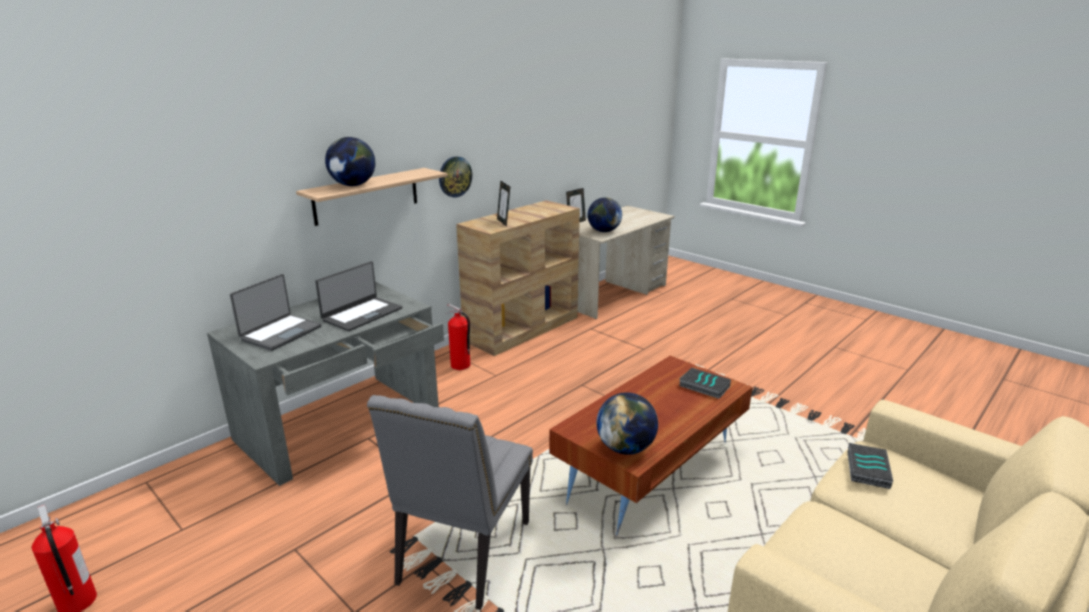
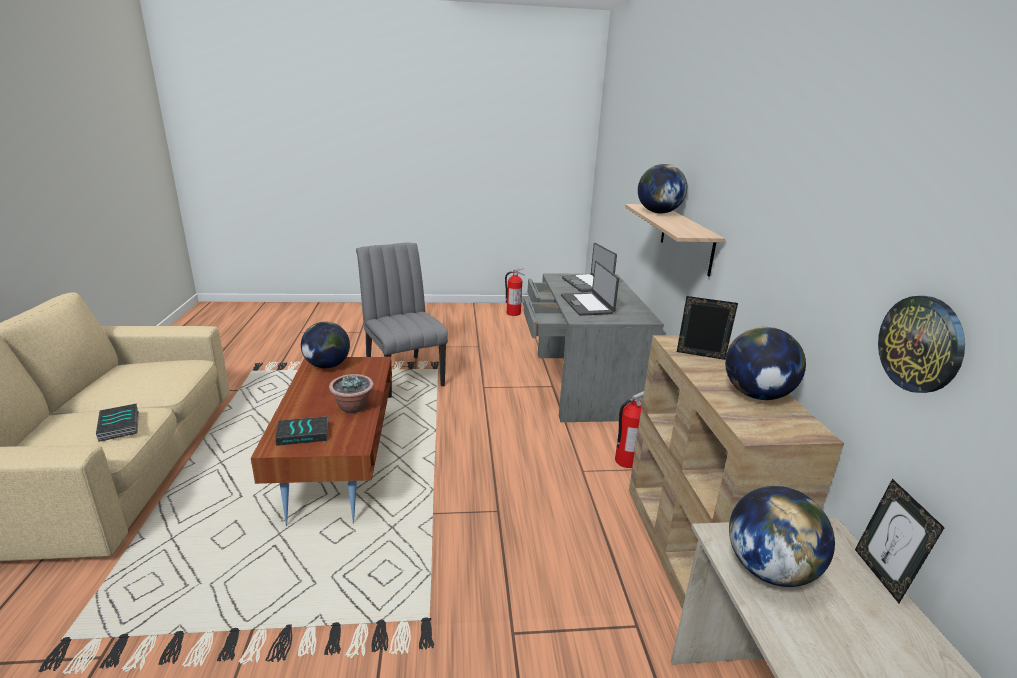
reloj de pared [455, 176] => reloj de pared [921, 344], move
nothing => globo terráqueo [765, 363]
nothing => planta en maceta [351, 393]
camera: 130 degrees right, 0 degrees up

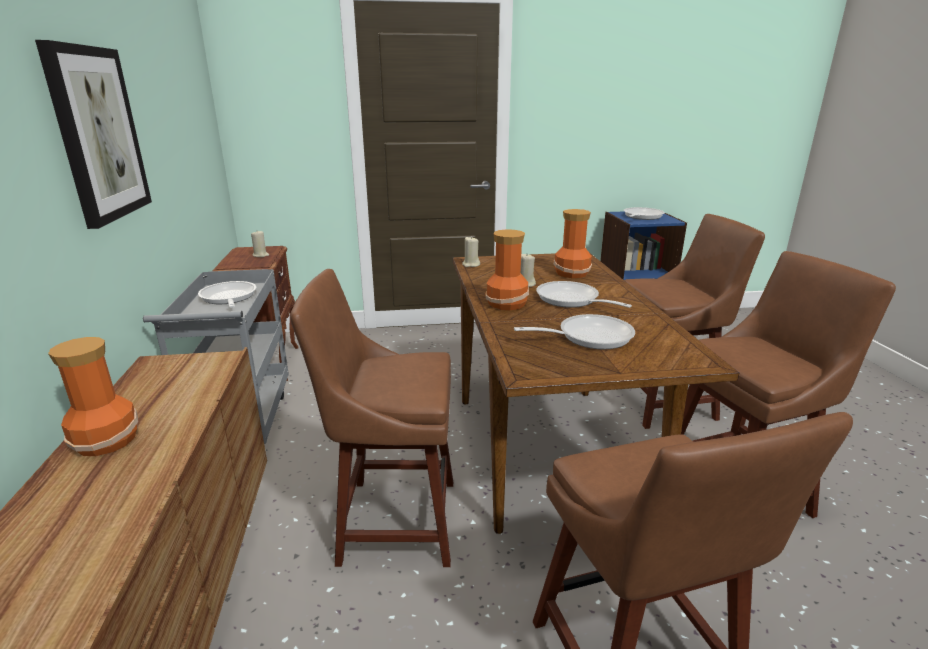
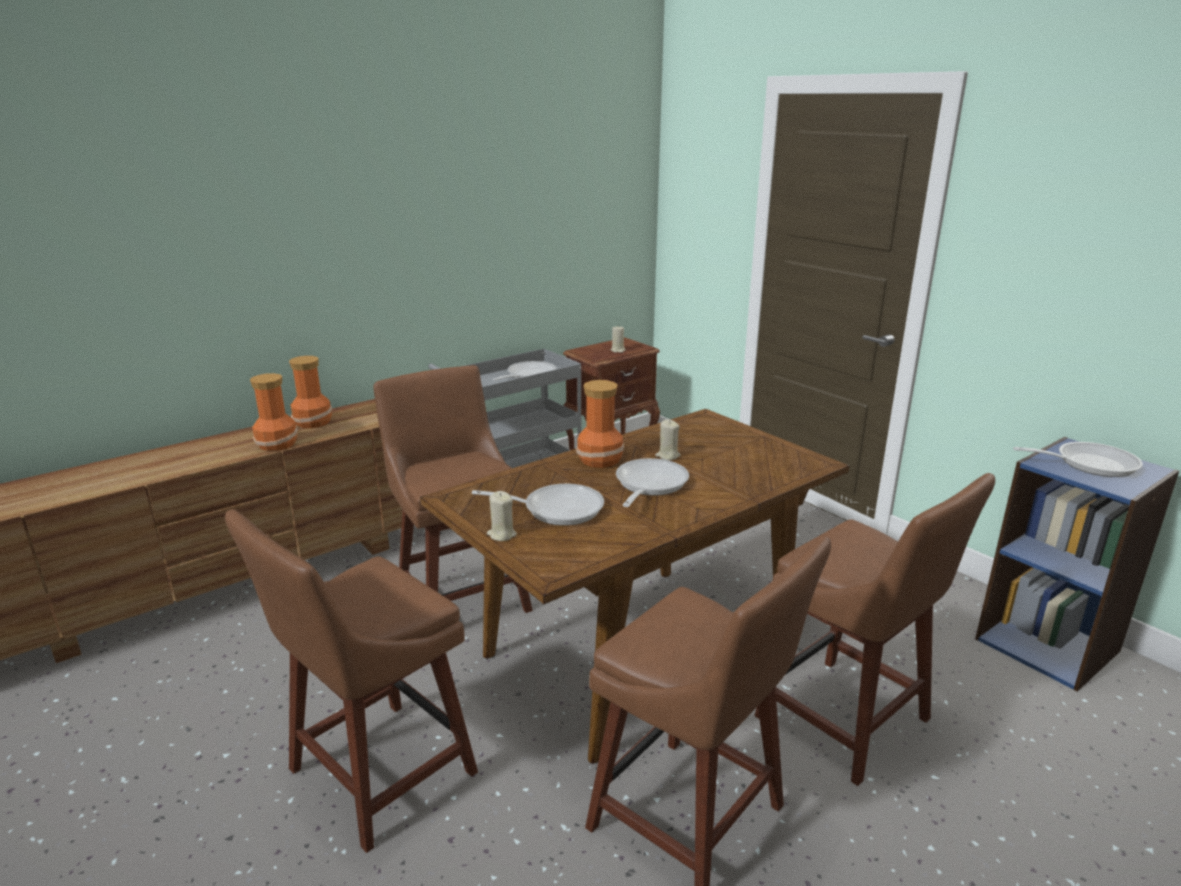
cuadro [93, 134] => nothing
florero [572, 243] => florero [274, 412], move
vela/beis [471, 251] => vela/beis [502, 516], move
sartén [574, 331] => sartén [538, 505], 45 degrees counterclockwise
camera: 60 degrees right, 0 degrees up

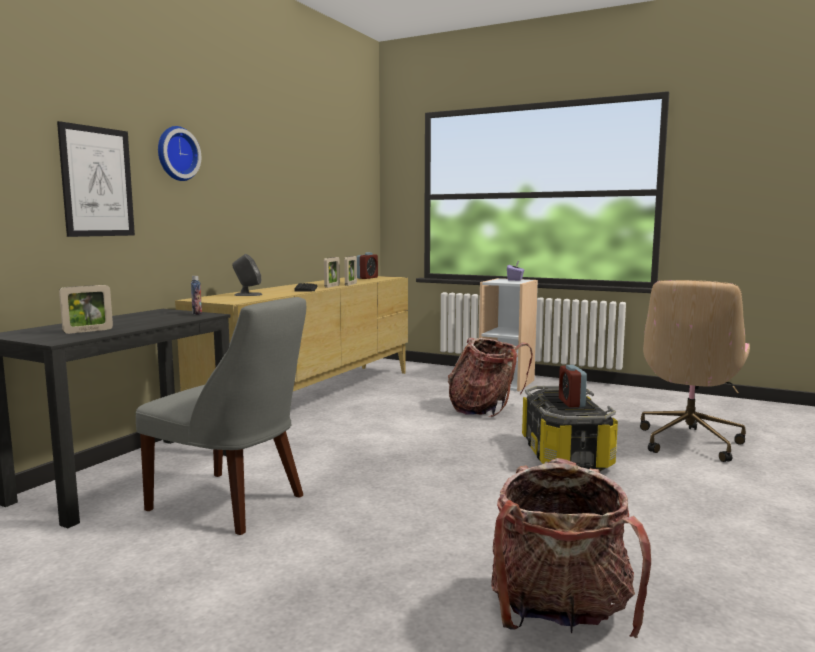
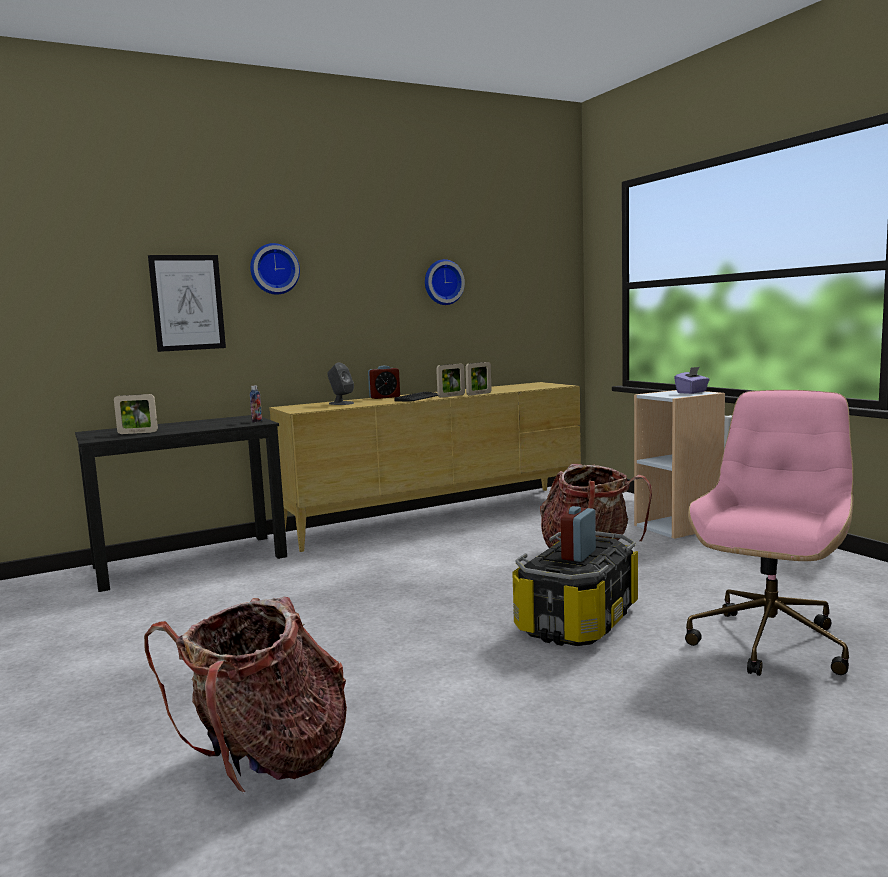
despertador [367, 265] => despertador [384, 382], move
silla de oficina/rosa [695, 371] => silla de oficina/rosa [769, 533], 150 degrees clockwise
silla/gris [221, 416] => nothing
nothing => reloj de pared [445, 282]
camera: 35 degrees right, 0 degrees up

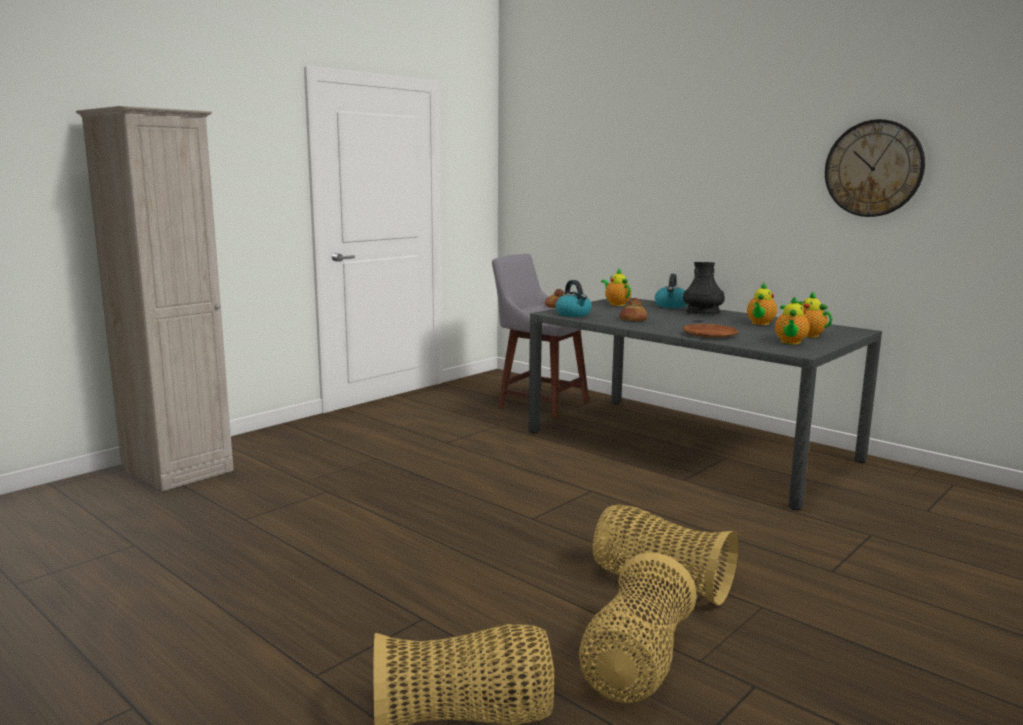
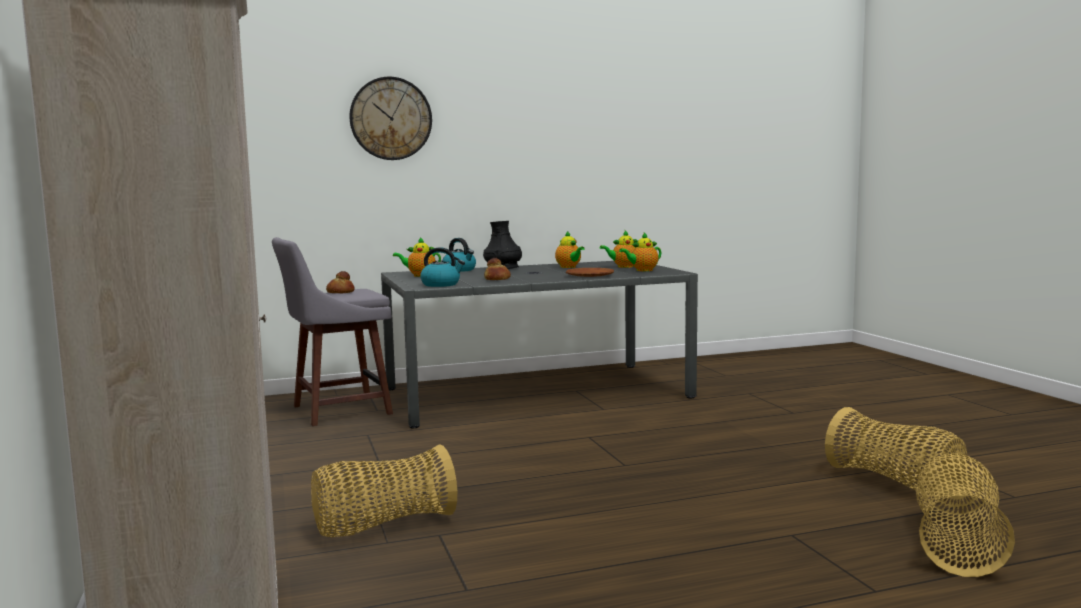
reloj de pared [875, 168] => reloj de pared [390, 118], move
tetera [792, 320] => tetera [640, 252], 105 degrees clockwise
cesta [665, 555] => cesta [384, 490], move
camera: 60 degrees left, 5 degrees down

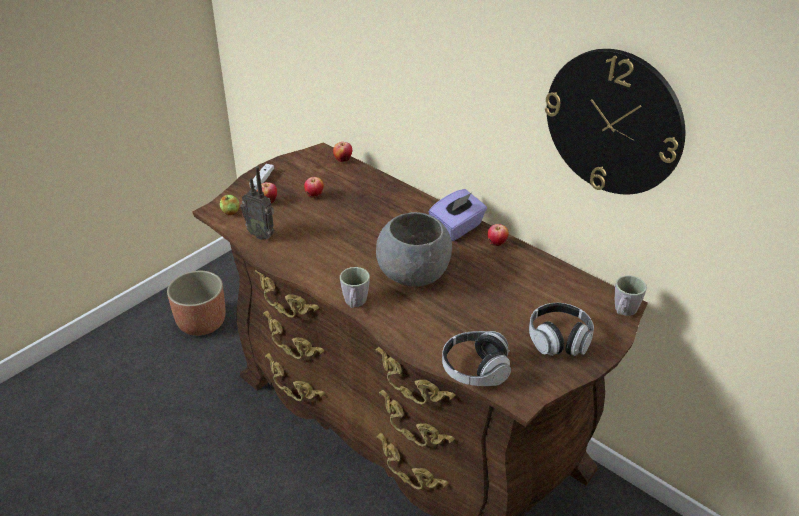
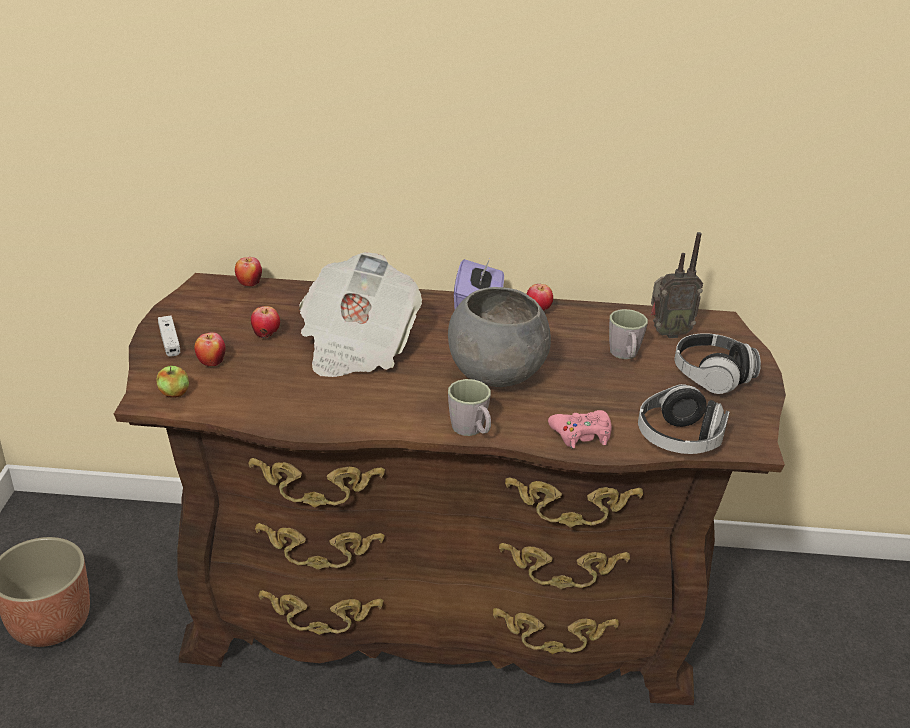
reloj de pared [615, 121] => nothing
radio [257, 203] => radio [677, 285], move
taza grande/gris [631, 295] => taza grande/gris [628, 334], move
nothing => periódico [360, 314]
nothing => mando de consola/rosa [580, 429]
camera: 40 degrees left, 5 degrees down

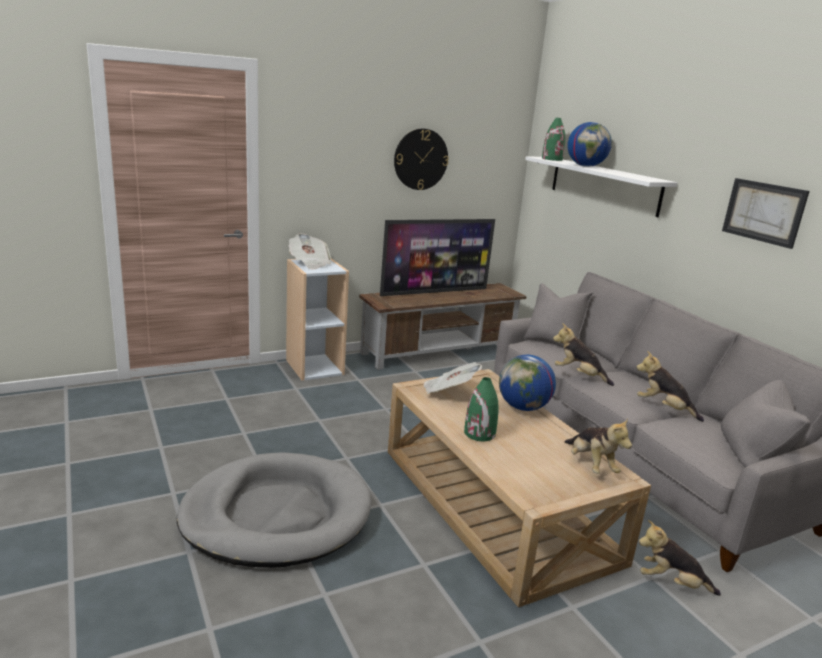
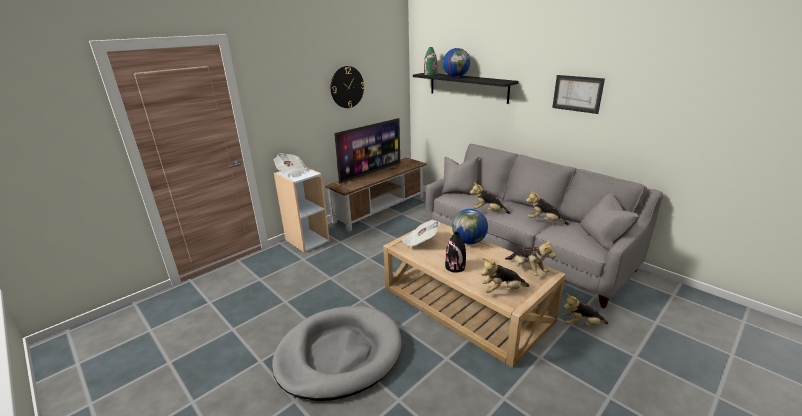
estante/blanco [601, 186] => estante/negro [465, 88]
florero/verde [481, 409] => florero/negro [455, 252]
nothing => peluche [505, 275]
camera: 15 degrees left, 5 degrees up

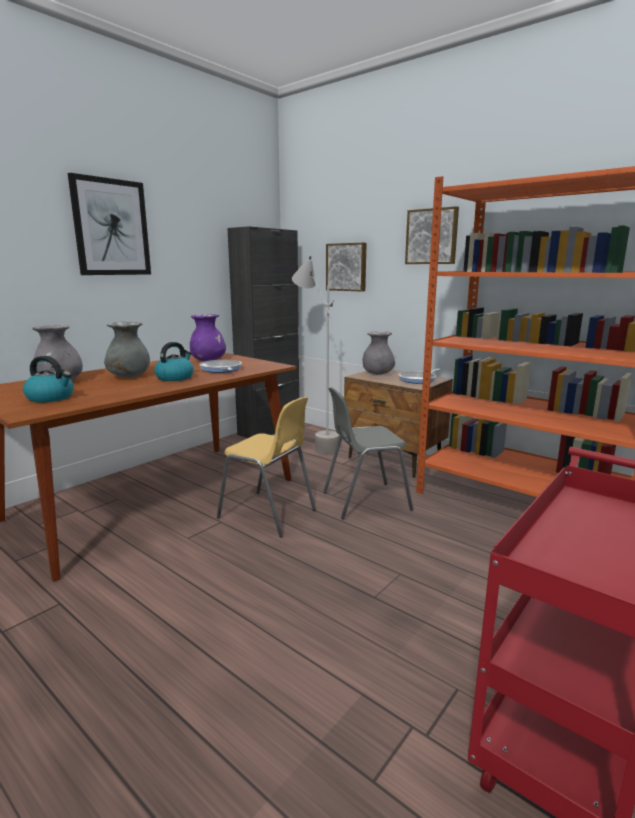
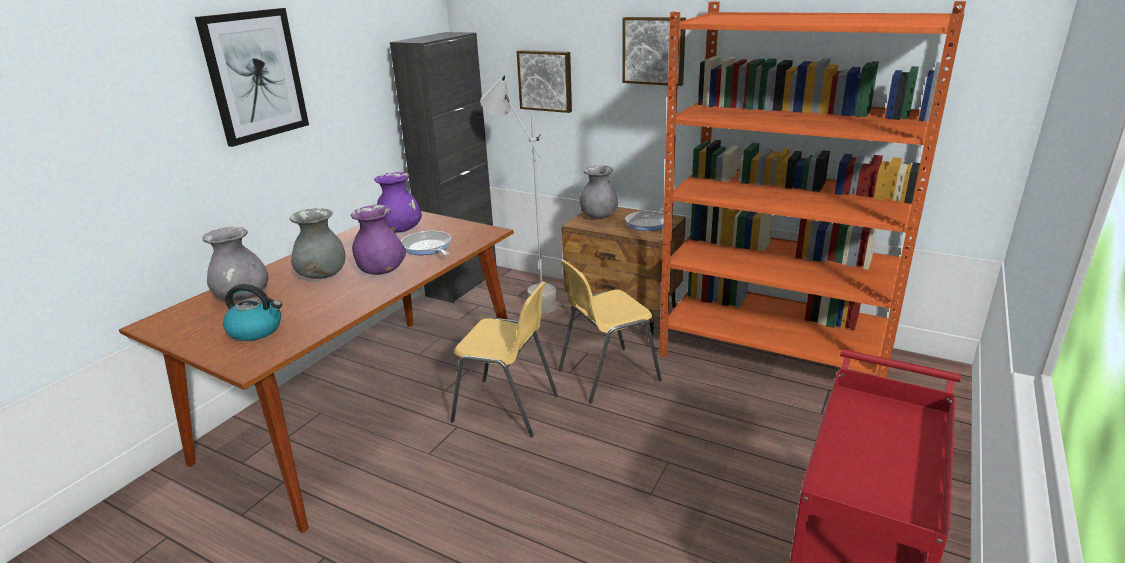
hervidor [174, 361] => florero/morado [378, 240]
silla/gris [368, 453] => silla/amarillo [610, 332]
camera: 10 degrees left, 10 degrees up

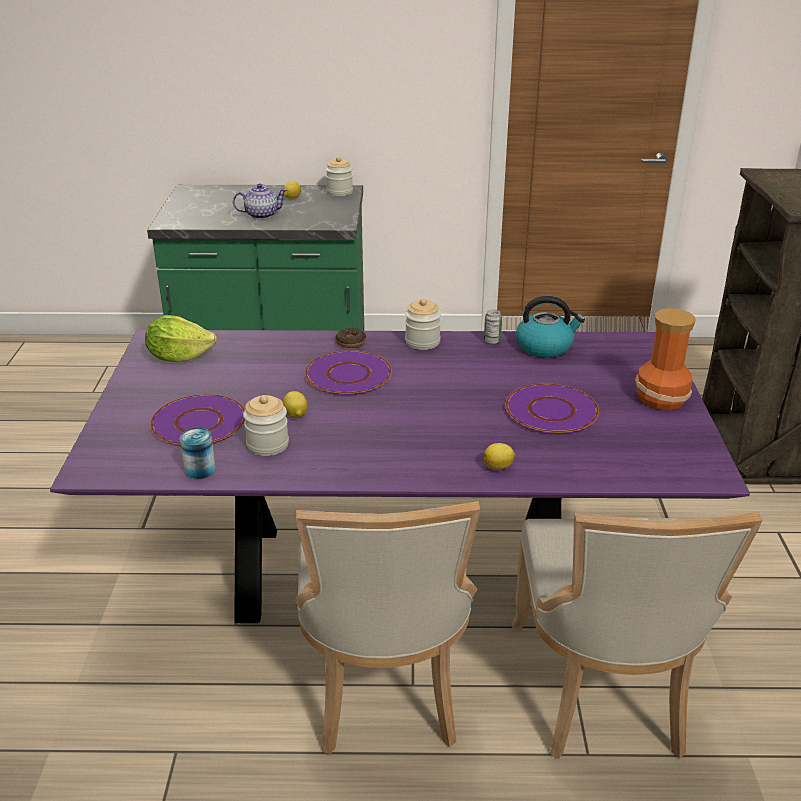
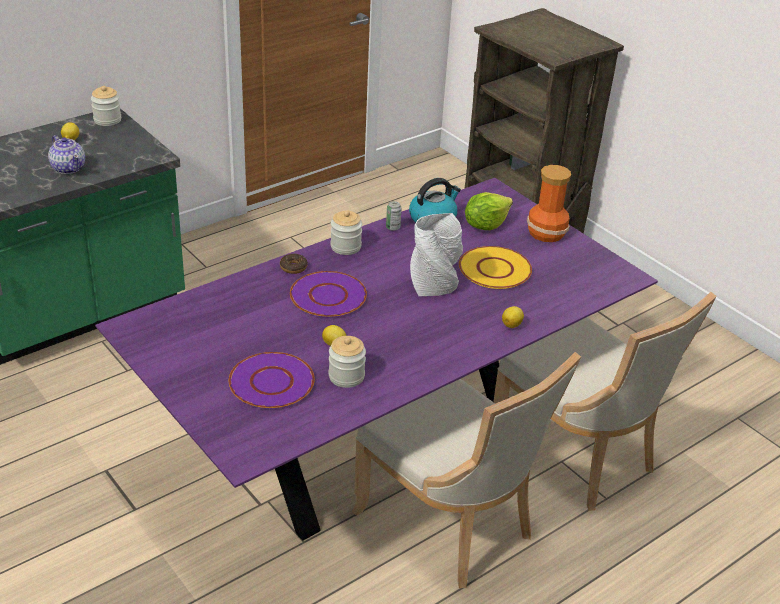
tetera [260, 201] => tetera [66, 154], 105 degrees clockwise
lechuga [181, 338] => lechuga [489, 211], move
plato/morado [552, 408] => plato/amarillo [495, 267]
lata [198, 453] => nothing
nothing => florero/gris [436, 254]
camera: 40 degrees left, 5 degrees up

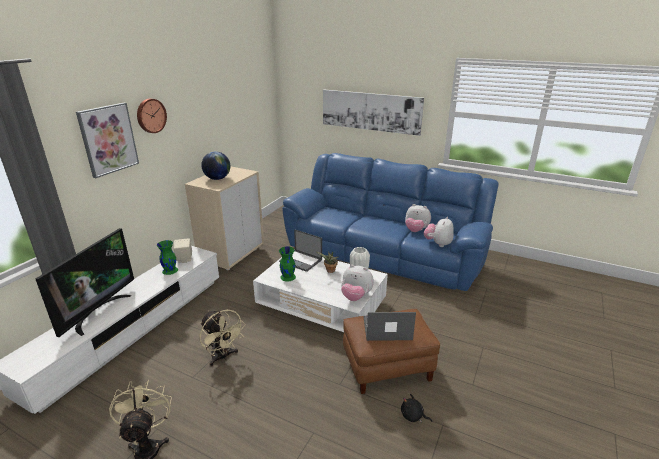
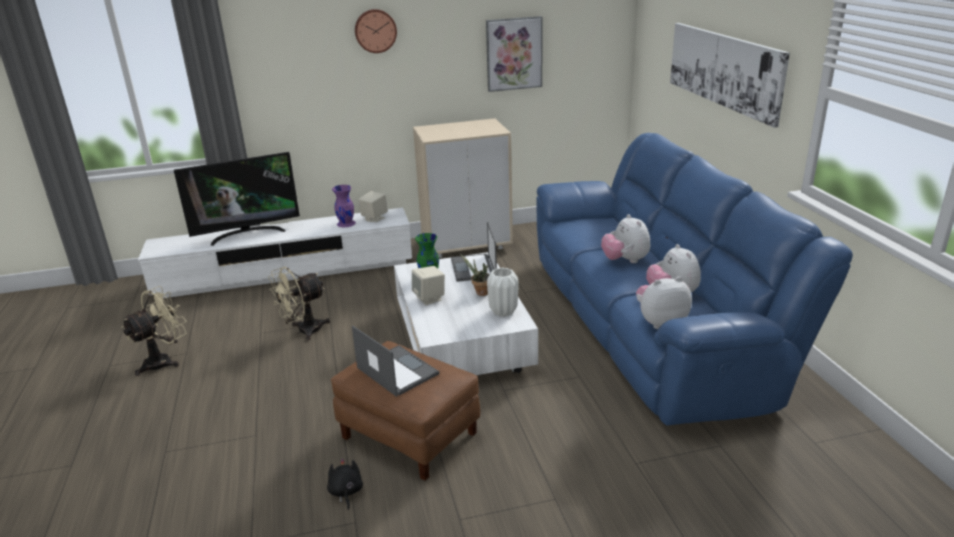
cuadro [107, 140] => cuadro [514, 54], move
globo terráqueo [215, 165] => nothing
florero/verde [167, 257] => florero/morado [344, 206]
peluche [357, 283] => peluche [625, 238], move
ventilador/beis [222, 338] => ventilador/beis [299, 303], 45 degrees clockwise
nothing => altavoz/beis [428, 285]
camera: 50 degrees right, 0 degrees up

